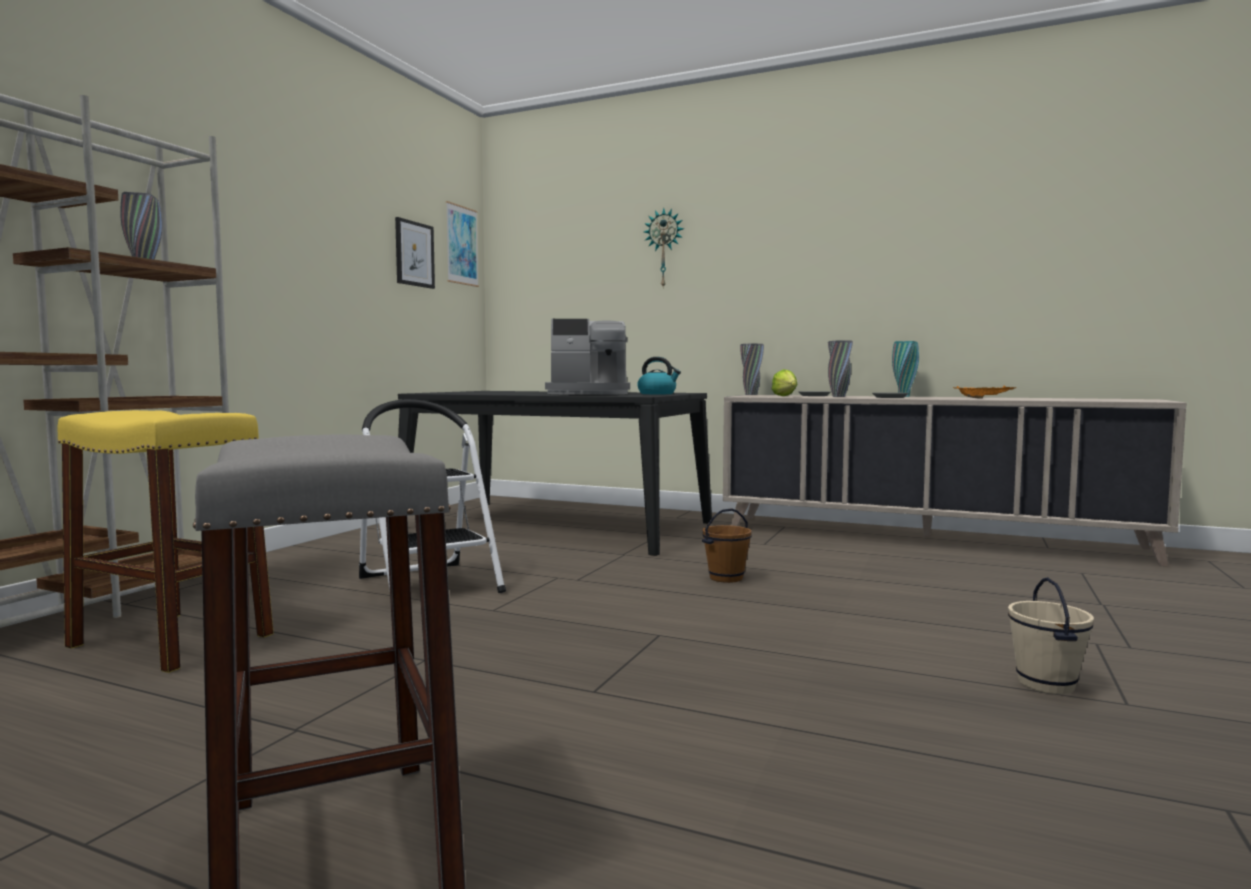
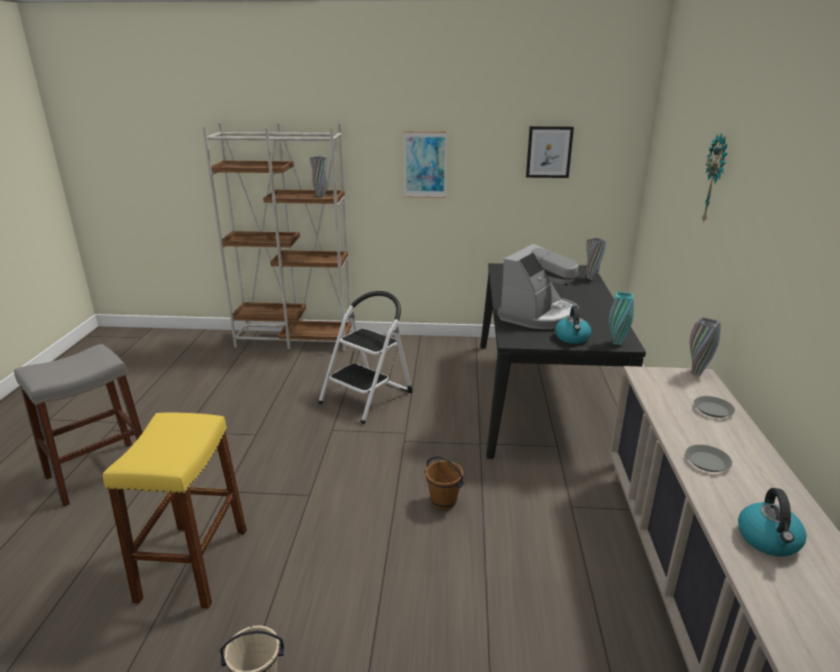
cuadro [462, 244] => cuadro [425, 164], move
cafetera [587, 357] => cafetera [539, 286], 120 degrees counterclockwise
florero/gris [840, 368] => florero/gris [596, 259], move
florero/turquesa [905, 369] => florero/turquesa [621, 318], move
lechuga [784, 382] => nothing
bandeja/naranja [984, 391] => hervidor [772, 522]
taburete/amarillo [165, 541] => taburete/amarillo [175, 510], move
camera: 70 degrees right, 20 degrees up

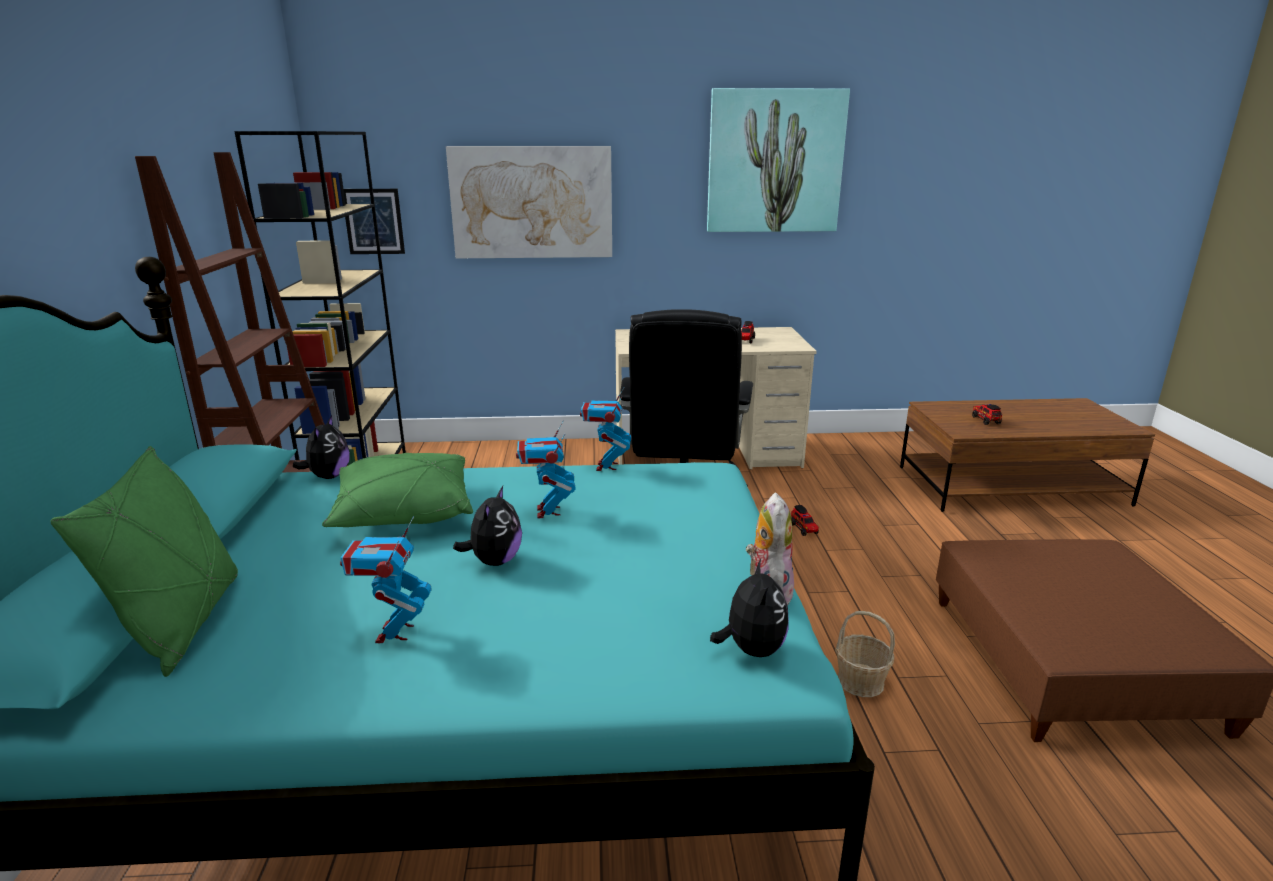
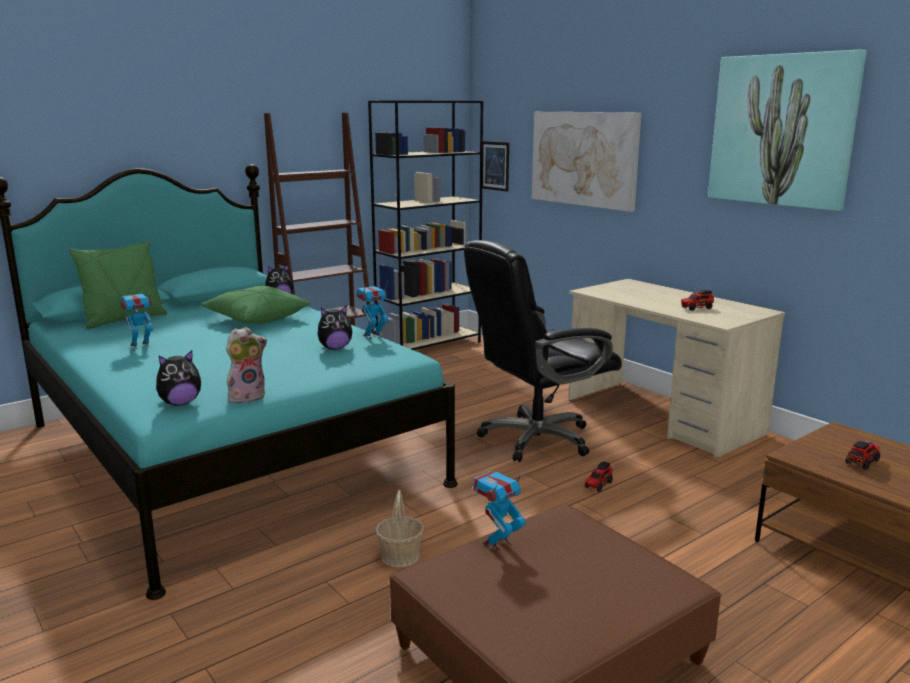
robot de juguete [545, 469] => robot de juguete [499, 510], move
peluche [487, 526] => peluche [335, 327], move
camera: 55 degrees right, 5 degrees down

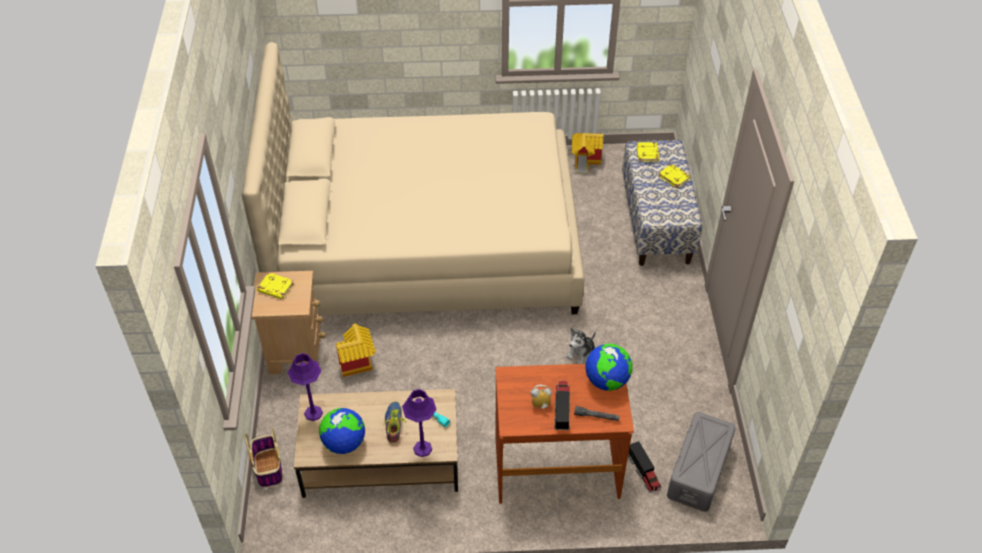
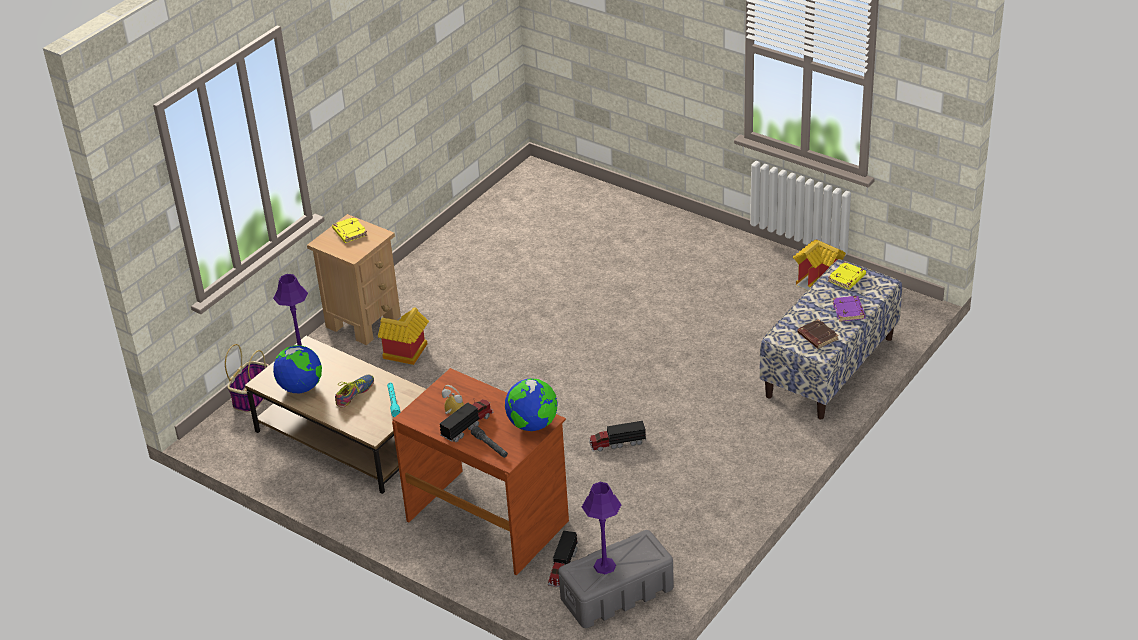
cama/beis [413, 178] => nothing
libro/amarillo [674, 176] => libro/morado [849, 309]
peluche [580, 346] => camión de juguete [617, 436]
lámpara de mesa/morado [419, 423] => lámpara de mesa/morado [602, 528], move
nothing => libro/marrón [818, 334]
camera: 40 degrees right, 10 degrees down

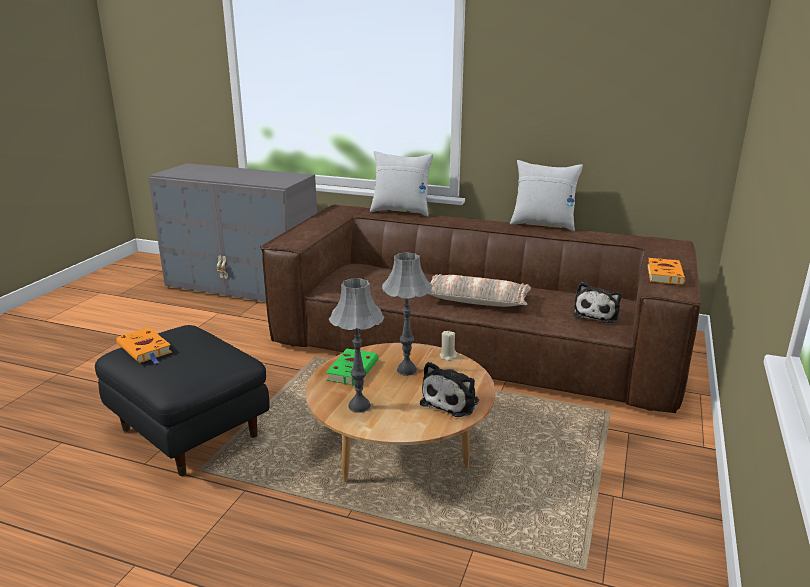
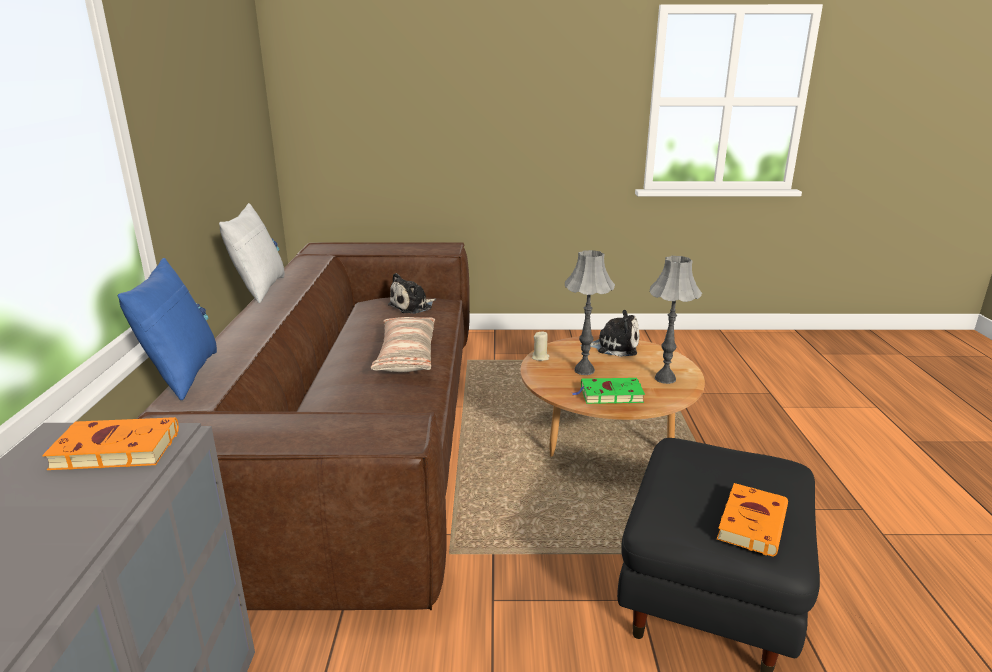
cojín/gris [401, 184] => cojín/azul [167, 329]
libro/naranja [666, 271] => libro/naranja [110, 443], move
peluche [598, 302] => peluche [412, 293], 135 degrees clockwise
camera: 110 degrees left, 0 degrees up

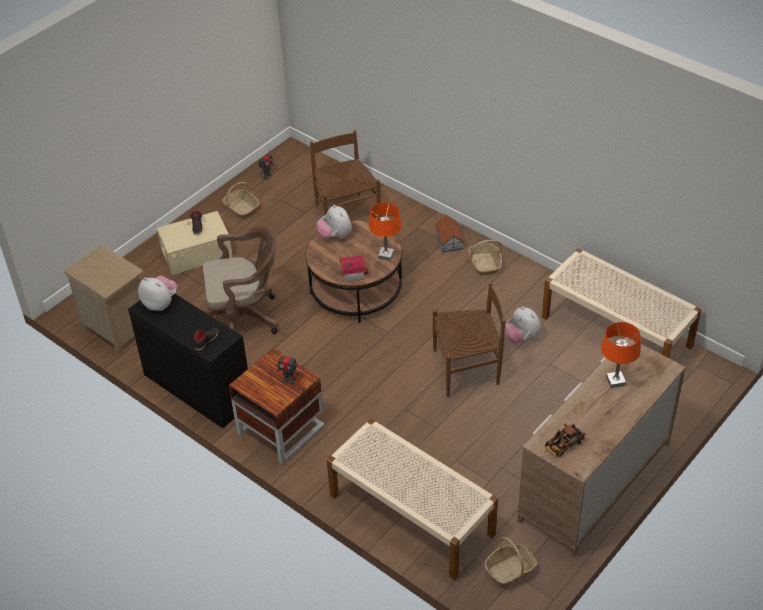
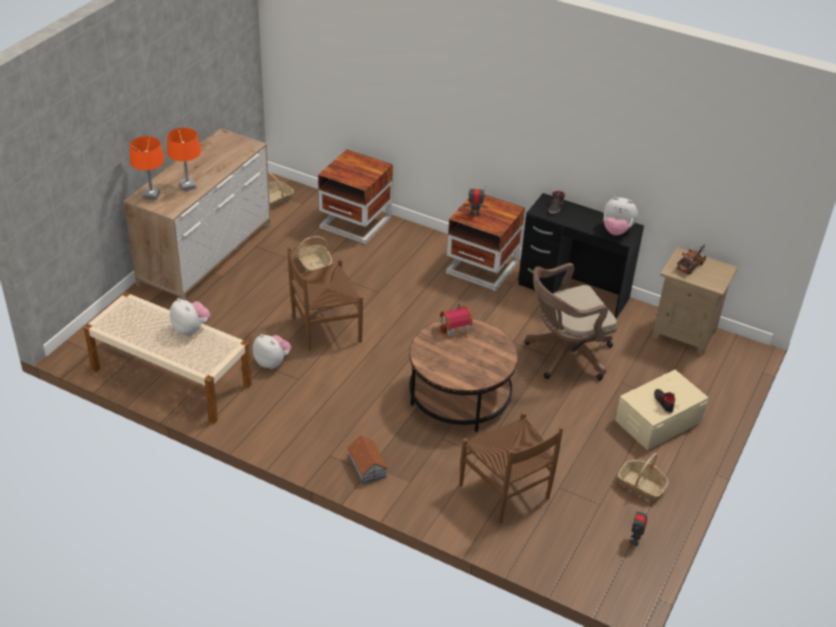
lámpara de mesa/naranja [385, 231] => lámpara de mesa/naranja [147, 168], move
peluche [334, 222] => peluche [190, 317], move
cesta [485, 257] => cesta [314, 254], move
banco/beis [412, 499] => mesita de noche [355, 196]
camión de juguete [565, 440] => camión de juguete [691, 259], move
camera: 165 degrees right, 5 degrees down

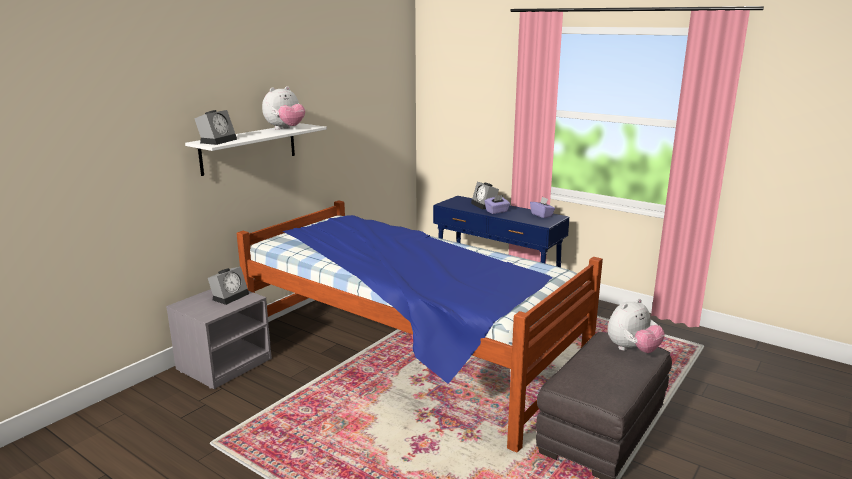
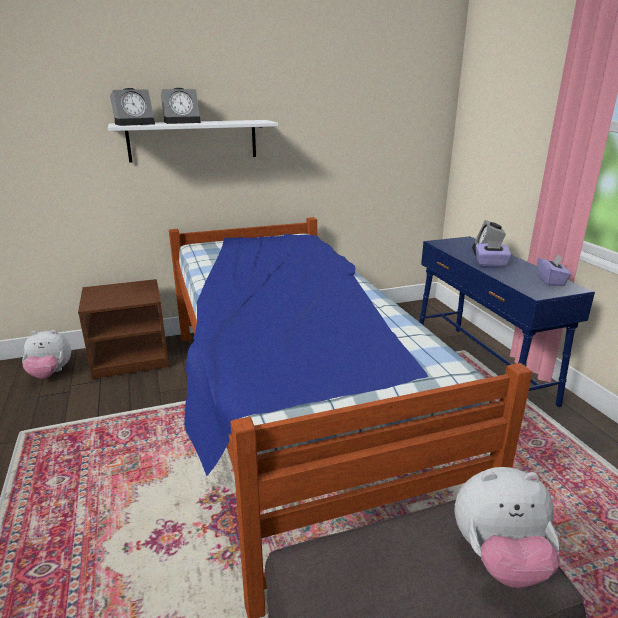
peluche [283, 108] => peluche [46, 354], move
despertador [228, 286] => despertador [181, 106], move
mesita de noche/gris [219, 339] => mesita de noche/marrón [123, 329]
camera: 35 degrees right, 5 degrees up

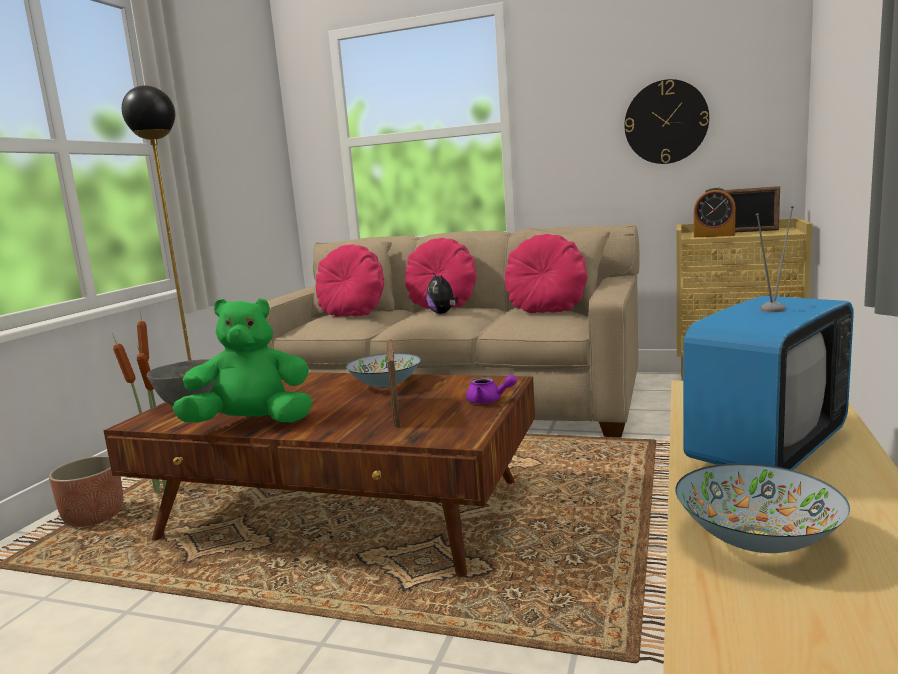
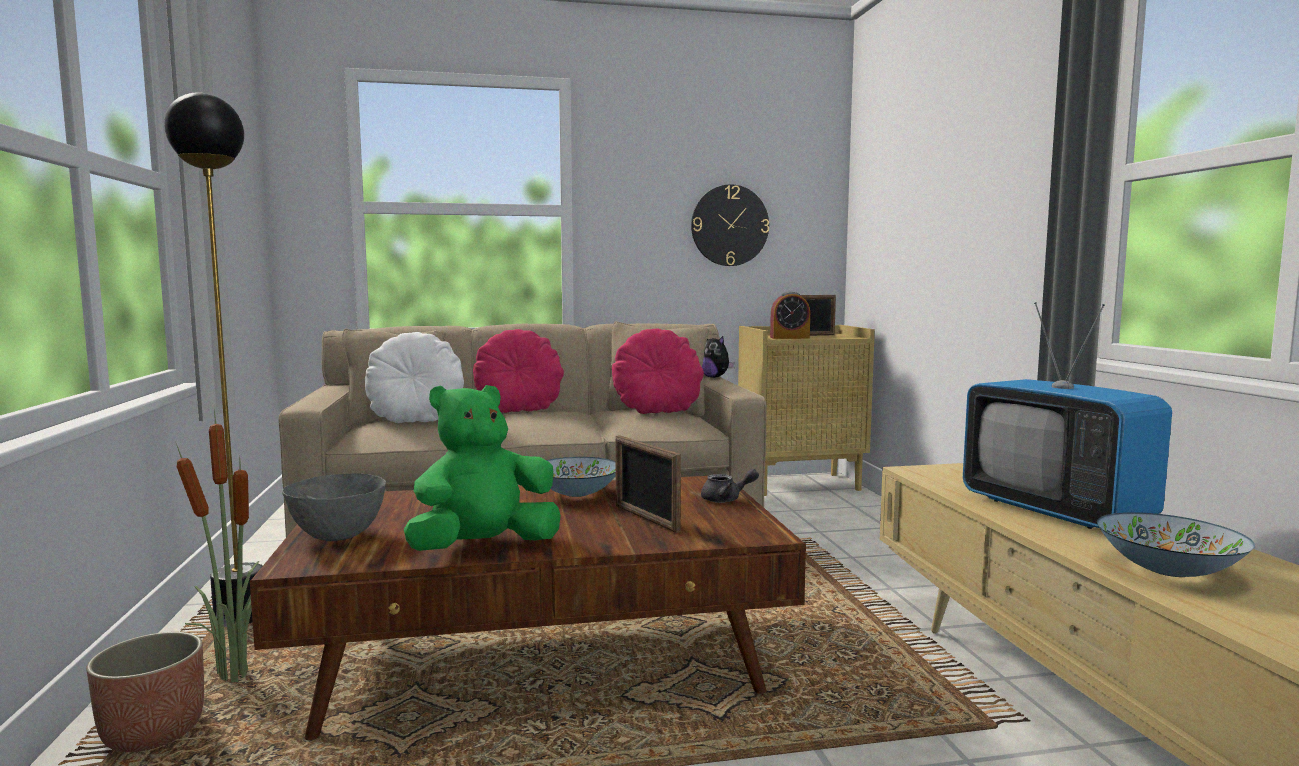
televisor [768, 338] => televisor [1067, 415], 135 degrees clockwise
cojín/rosa [350, 280] => cojín/blanco [414, 377]
peluche [442, 293] => peluche [718, 357], move
tetera/morado [491, 389] => tetera/gris [730, 486]
camera: 30 degrees left, 5 degrees down

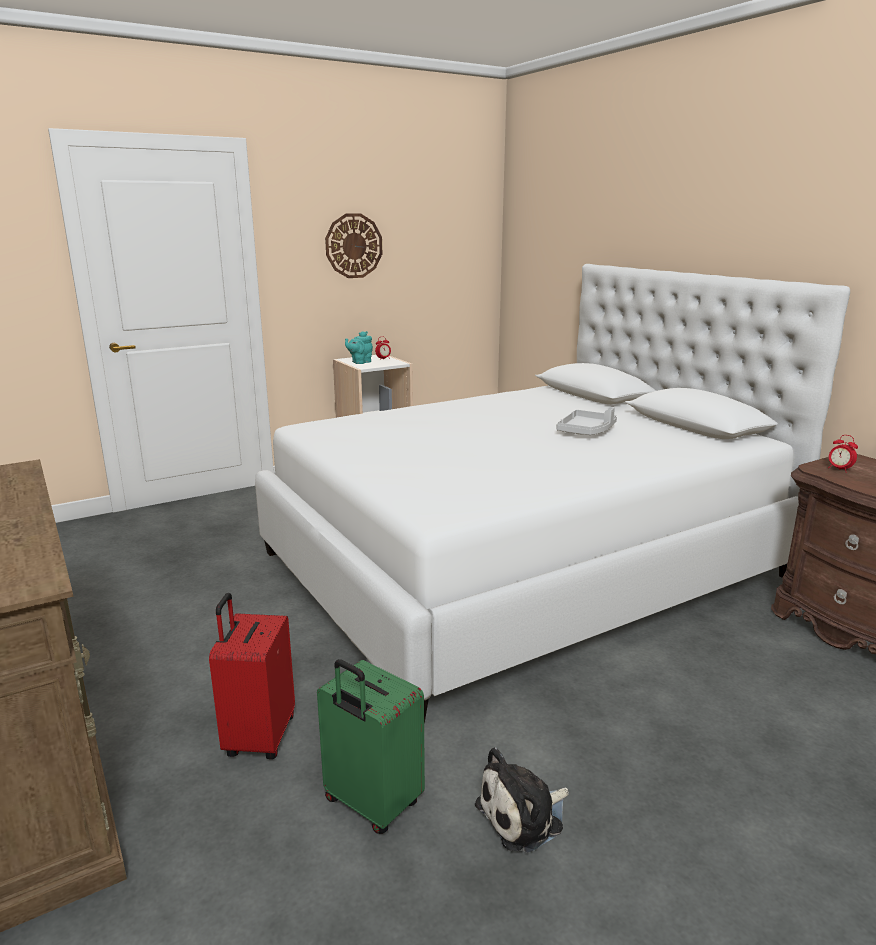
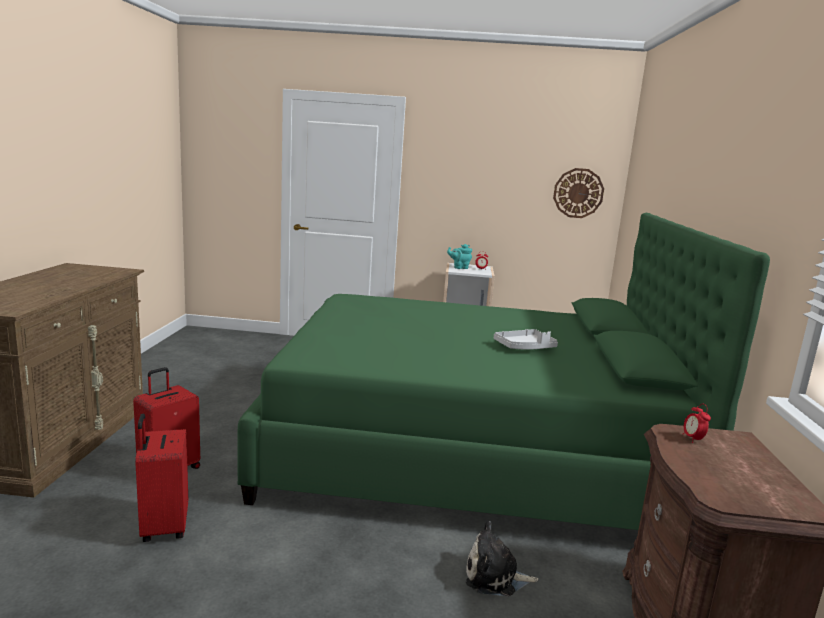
reloj de pared [353, 246] => reloj de pared [578, 193], move
cama/blanco [552, 493] => cama/verde [503, 371]
maleta/verde [371, 746] => maleta/rojo [161, 478]
peluche [522, 800] => peluche [502, 558], move
camera: 35 degrees right, 5 degrees down

